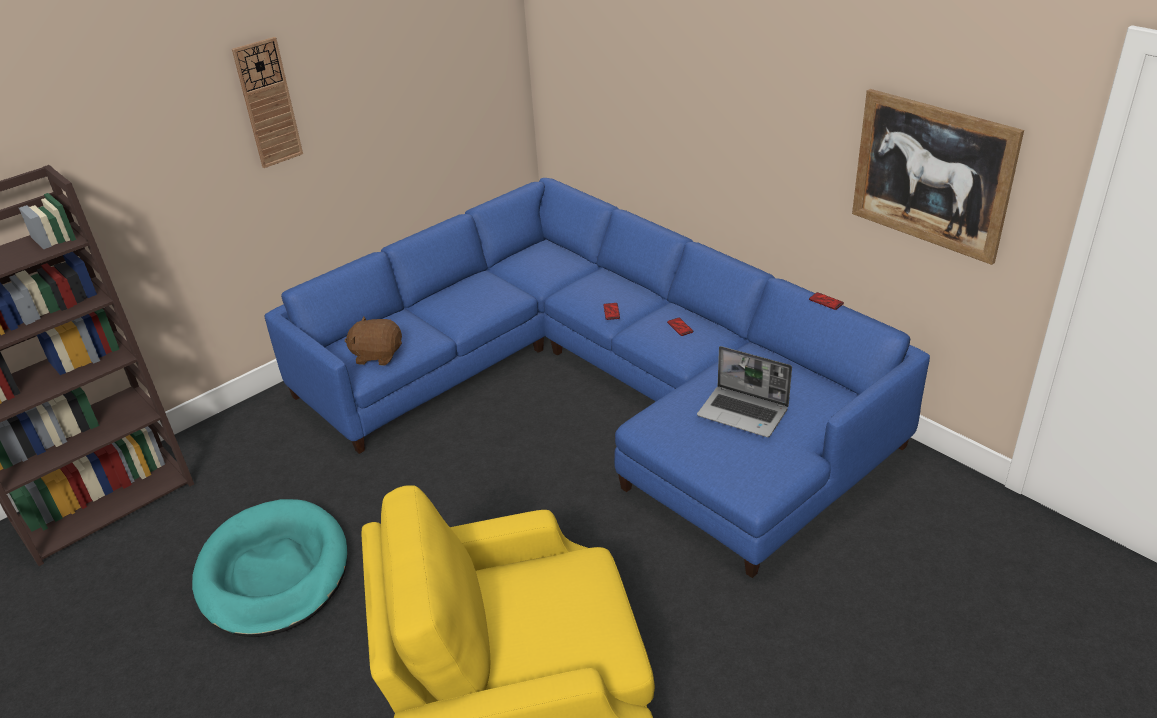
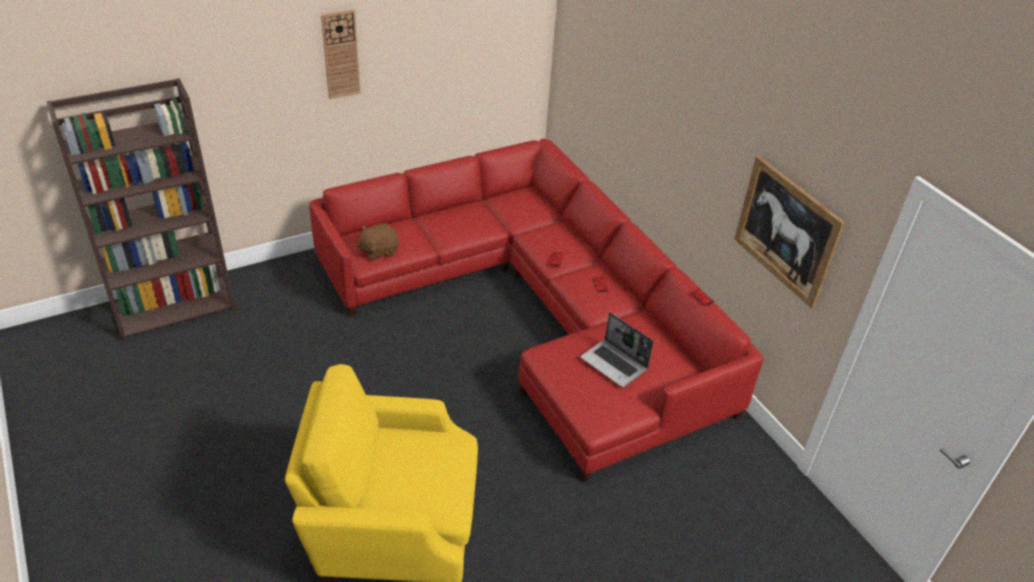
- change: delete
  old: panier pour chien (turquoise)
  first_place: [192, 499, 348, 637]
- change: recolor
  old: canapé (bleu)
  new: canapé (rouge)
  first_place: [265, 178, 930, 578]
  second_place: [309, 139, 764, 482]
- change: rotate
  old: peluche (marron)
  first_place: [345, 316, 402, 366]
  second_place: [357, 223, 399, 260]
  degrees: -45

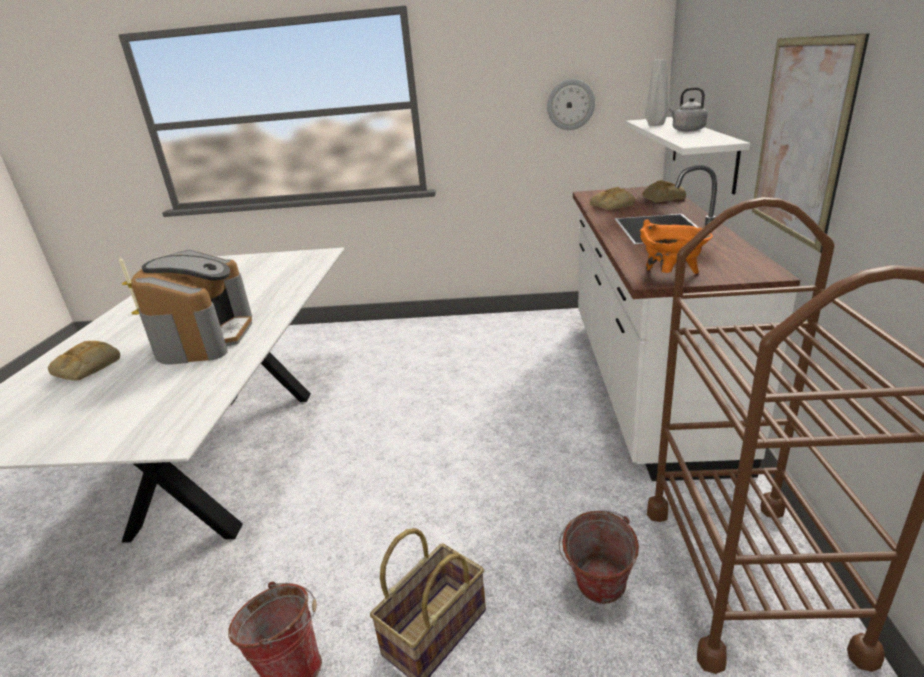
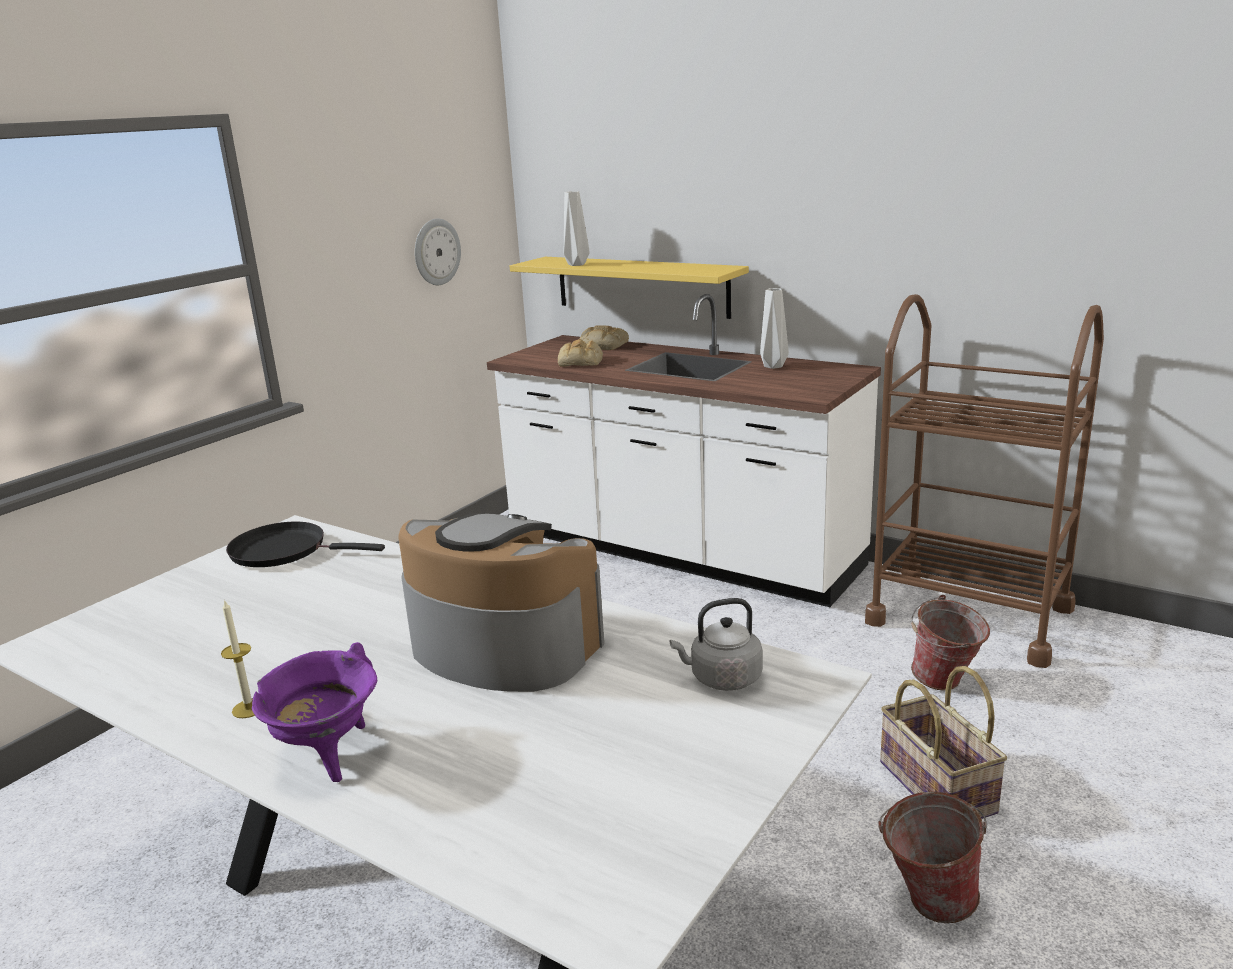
- change: delete
  old: pain
  first_place: [48, 341, 120, 380]
- change: delete
  old: marmite (orange)
  first_place: [640, 219, 713, 274]
- change: delete
  old: tableau
  first_place: [752, 33, 869, 253]
- change: insert
  new: poêle (noir)
  second_place: [226, 522, 385, 567]
- change: insert
  new: marmite (violet)
  second_place: [252, 642, 377, 782]
- change: insert
  new: vase (gris)
  second_place: [760, 288, 789, 369]
- change: move
  old: bouilloire (gris)
  first_place: [669, 87, 707, 132]
  second_place: [670, 598, 763, 691]
- change: recolor
  old: étagère (blanc)
  new: étagère (jaune)
  first_place: [626, 117, 750, 195]
  second_place: [510, 257, 749, 319]

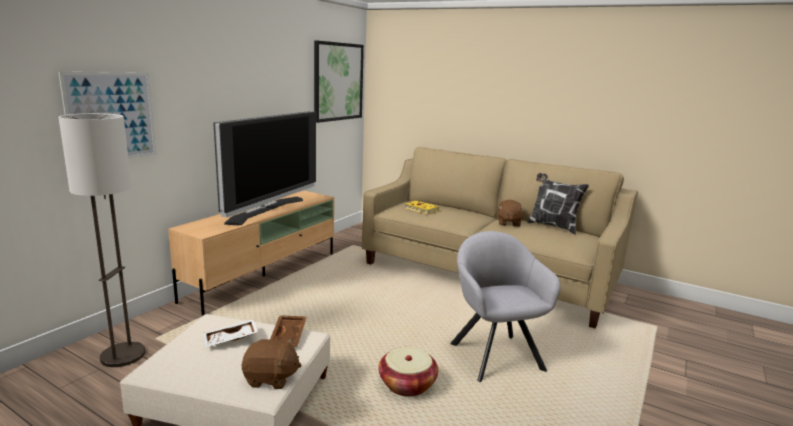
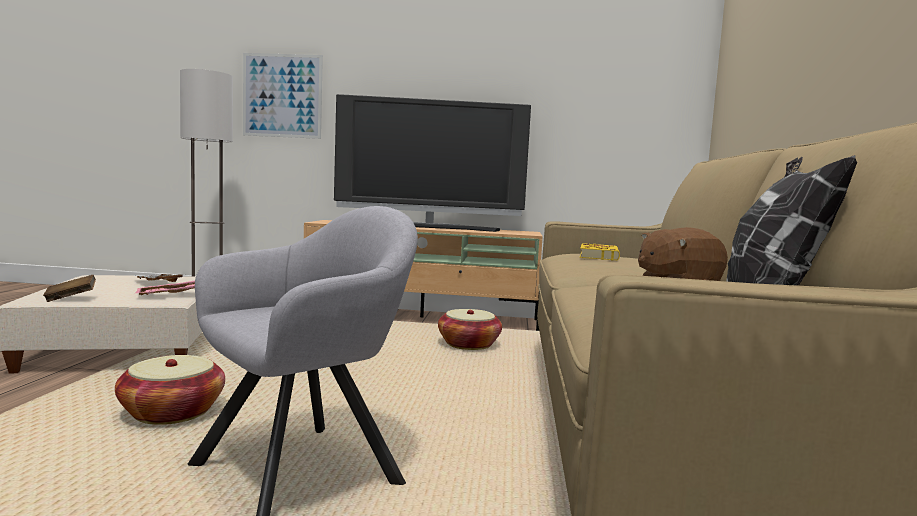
- change: delete
  old: tableau
  first_place: [314, 40, 364, 123]
- change: insert
  new: panier
  second_place: [438, 309, 502, 350]
- change: replace
  old: peluche (marron)
  new: livre (marron)
  first_place: [242, 339, 302, 389]
  second_place: [43, 275, 96, 302]
- change: recolor
  old: plateau (marron)
  new: plateau (rose)
  first_place: [270, 316, 307, 347]
  second_place: [136, 280, 195, 295]

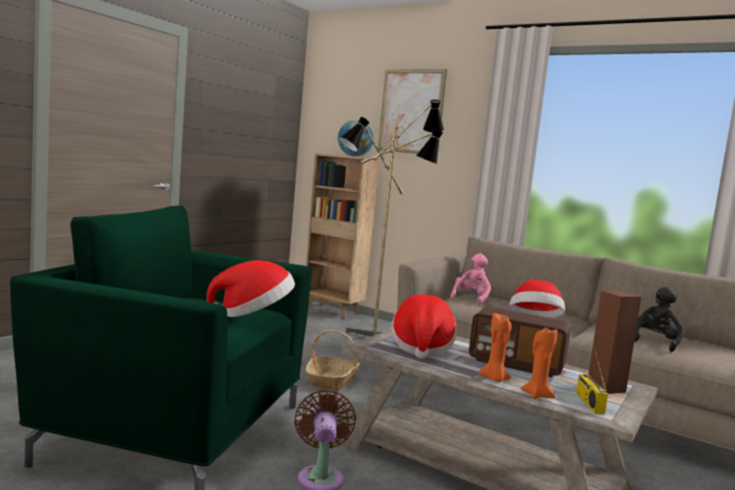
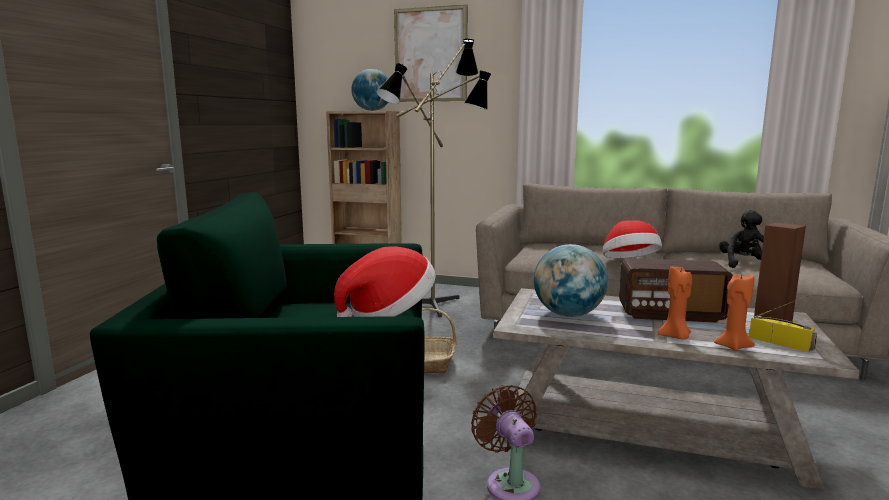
- change: delete
  old: peluche (rose)
  first_place: [450, 253, 491, 306]
- change: replace
  old: chapeau
  new: globe
  first_place: [391, 294, 457, 359]
  second_place: [534, 244, 608, 317]
- change: rotate
  old: radio
  first_place: [576, 348, 608, 414]
  second_place: [749, 296, 818, 352]
  degrees: 150

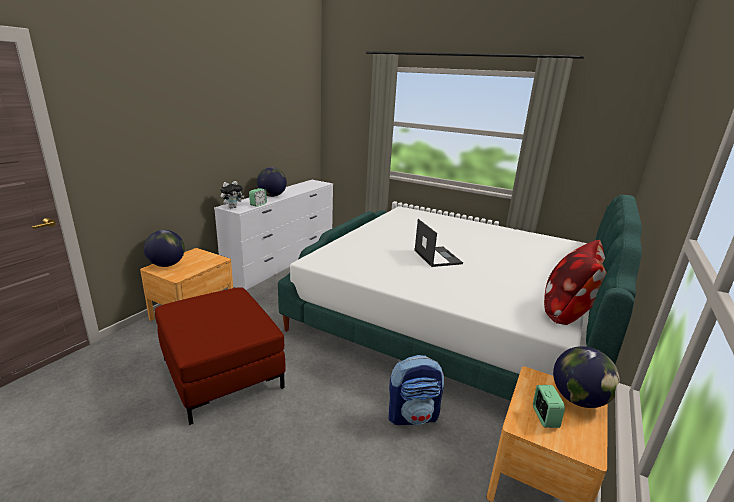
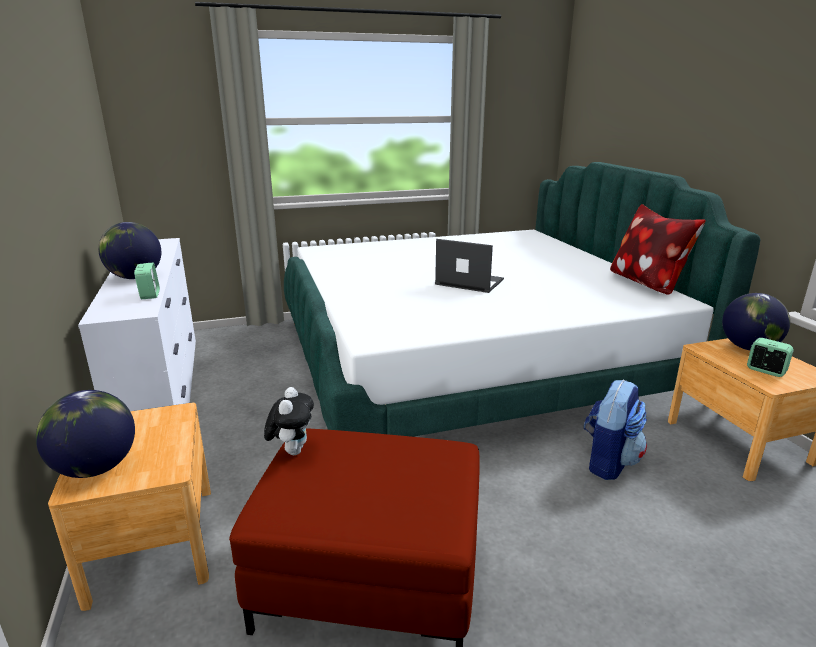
- change: move
  old: peluche
  first_place: [220, 181, 245, 208]
  second_place: [264, 387, 314, 455]

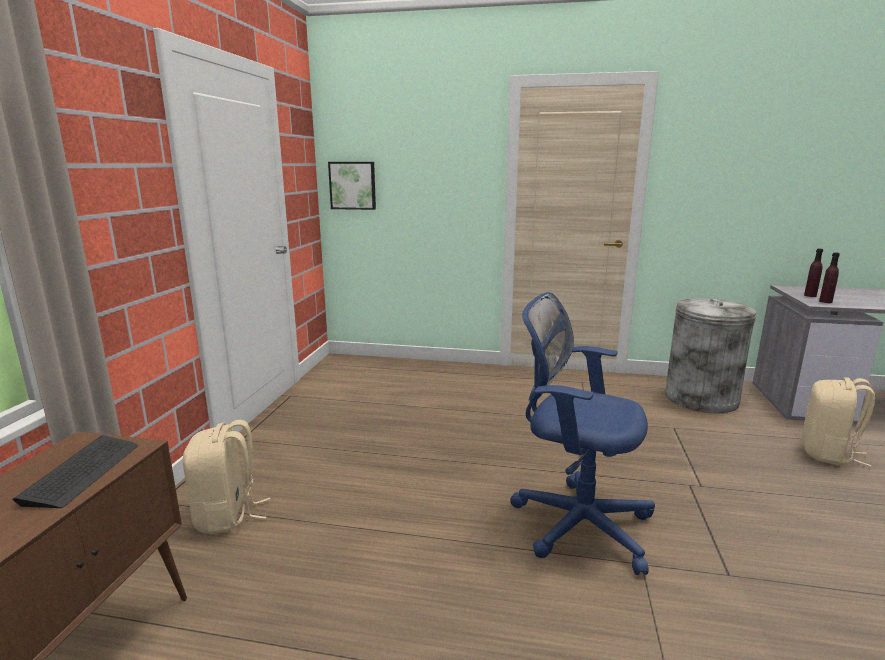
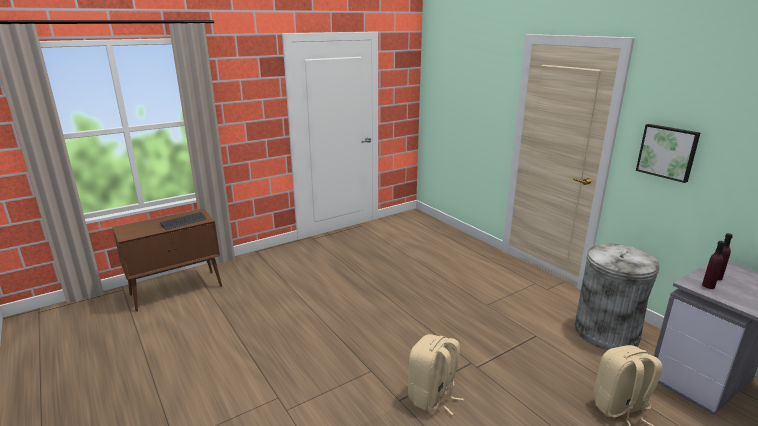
- change: delete
  old: chaise de bureau (bleu)
  first_place: [510, 292, 655, 575]
- change: move
  old: sac à dos (beige)
  first_place: [183, 420, 270, 534]
  second_place: [408, 334, 464, 415]
- change: move
  old: tableau
  first_place: [328, 162, 376, 210]
  second_place: [636, 124, 700, 183]

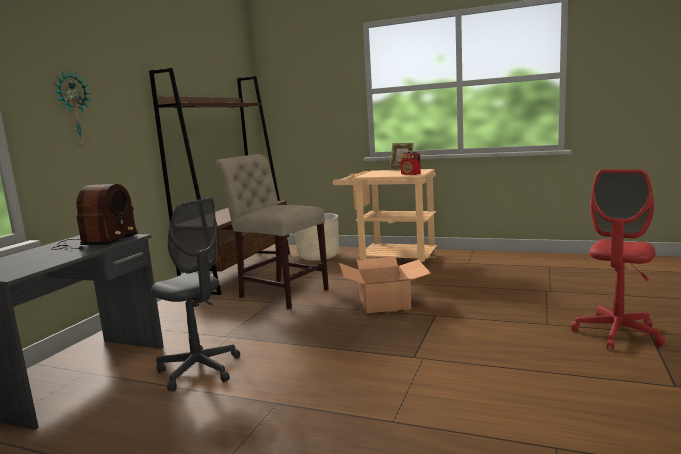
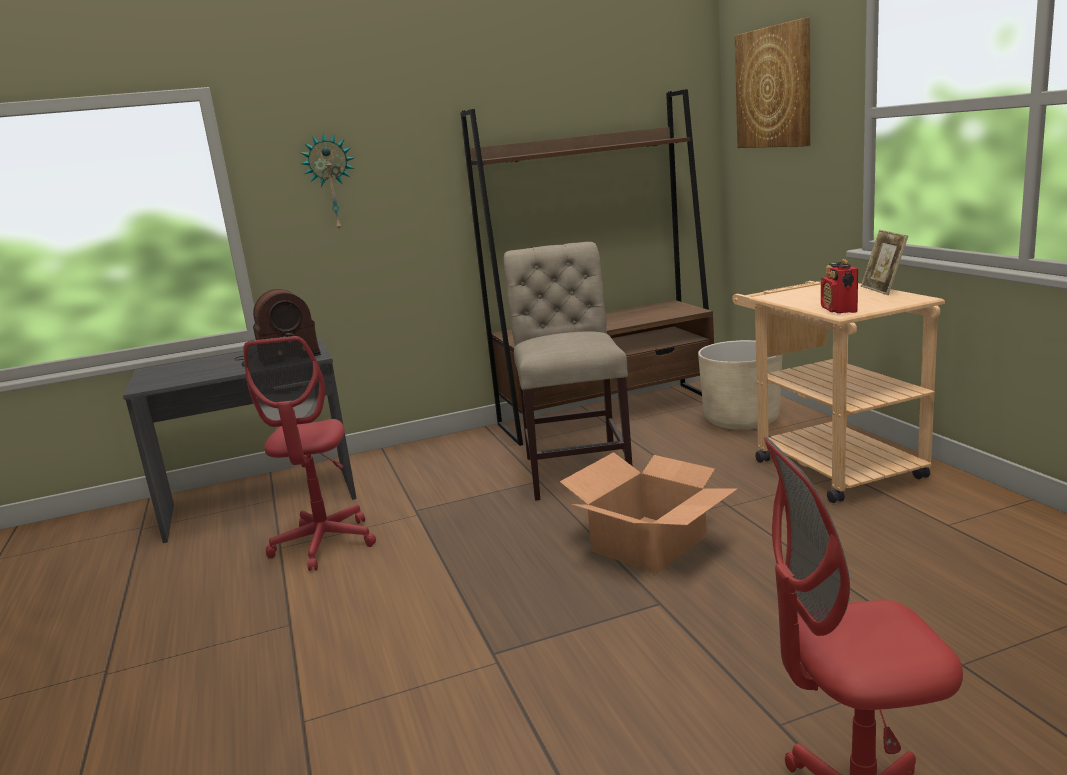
- change: insert
  new: tableau
  second_place: [735, 18, 810, 148]
- change: recolor
  old: chaise de bureau (gris)
  new: chaise de bureau (rouge)
  first_place: [151, 197, 240, 391]
  second_place: [243, 336, 376, 571]

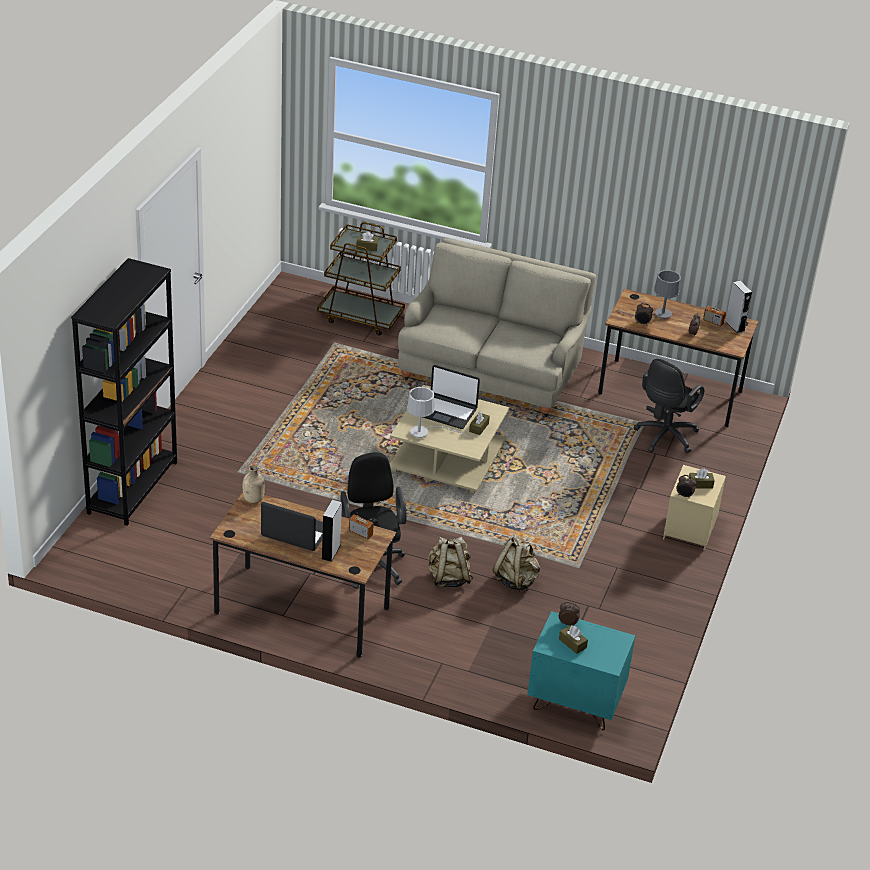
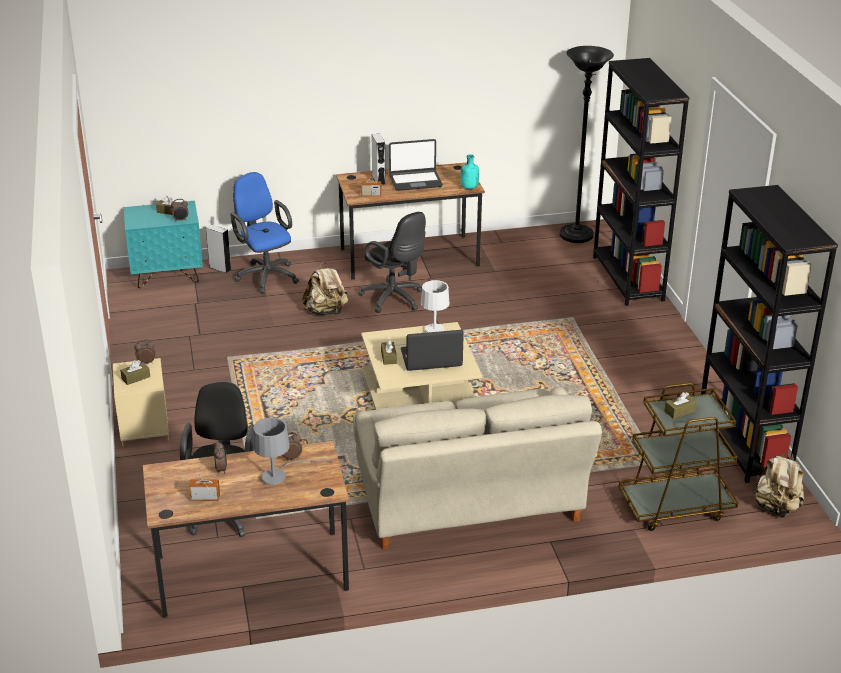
- change: insert
  new: chaise de bureau (bleu)
  second_place: [230, 172, 299, 294]
- change: insert
  new: lampadaire (noir)
  second_place: [560, 46, 614, 243]
- change: insert
  new: bibliothèque (noir)
  second_place: [701, 185, 838, 483]
- change: move
  old: sac à dos (beige)
  first_place: [493, 534, 540, 592]
  second_place: [752, 451, 804, 518]
- change: move
  old: enceinte (gris)
  first_place: [725, 281, 752, 333]
  second_place: [206, 225, 231, 273]
- change: recolor
  old: bouteille (beige)
  new: bouteille (turquoise)
  first_place: [243, 465, 265, 503]
  second_place: [461, 155, 479, 189]

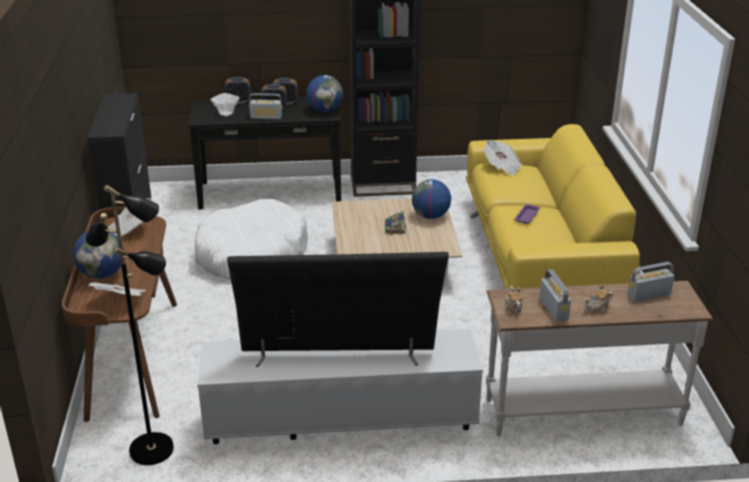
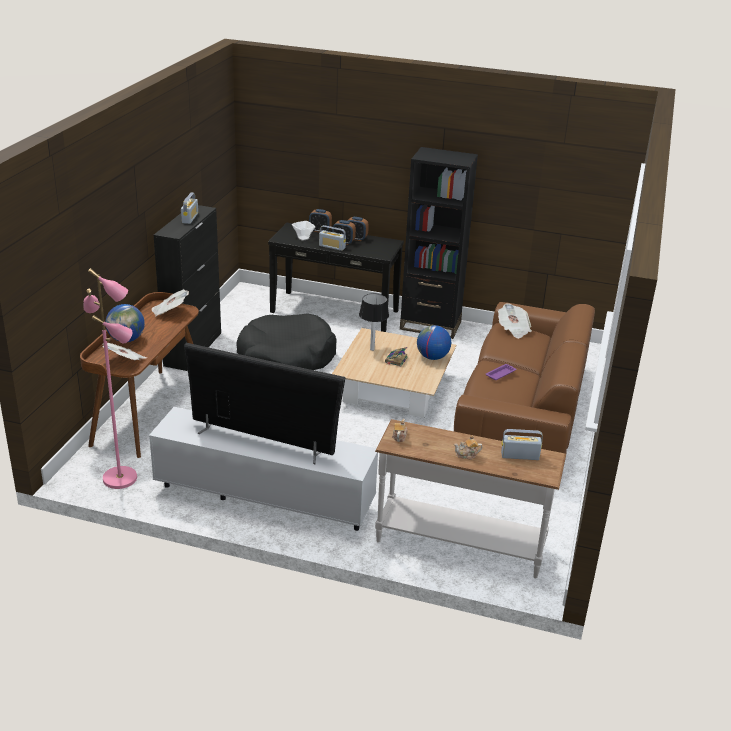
- change: delete
  old: globe
  first_place: [307, 75, 343, 112]
- change: insert
  new: lampe de table
  second_place: [359, 293, 389, 351]
- change: move
  old: radio
  first_place: [539, 269, 571, 321]
  second_place: [181, 193, 198, 224]
- change: recolor
  old: lampadaire (noir)
  new: lampadaire (rose)
  first_place: [85, 185, 174, 465]
  second_place: [84, 268, 137, 489]
- change: recolor
  old: panier pour chien (blanc)
  new: panier pour chien (noir)
  first_place: [195, 199, 308, 280]
  second_place: [236, 313, 337, 370]
- change: recolor
  old: canapé (jaune)
  new: canapé (marron)
  first_place: [466, 124, 640, 289]
  second_place: [454, 302, 595, 454]

